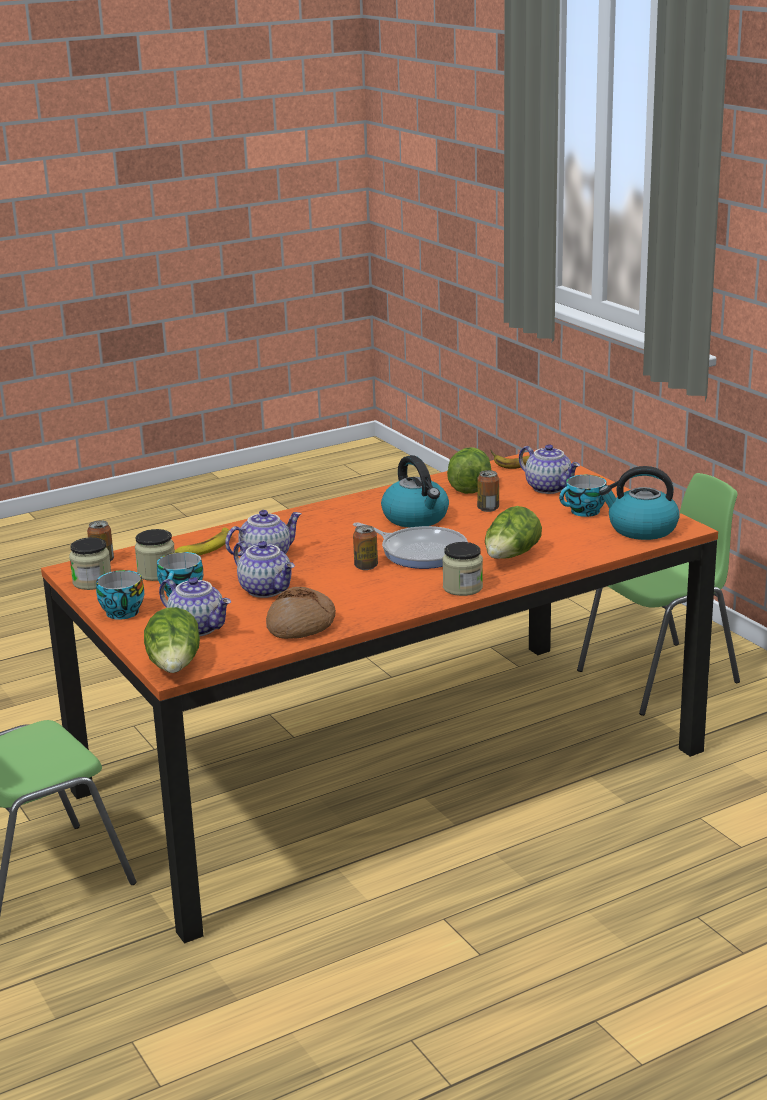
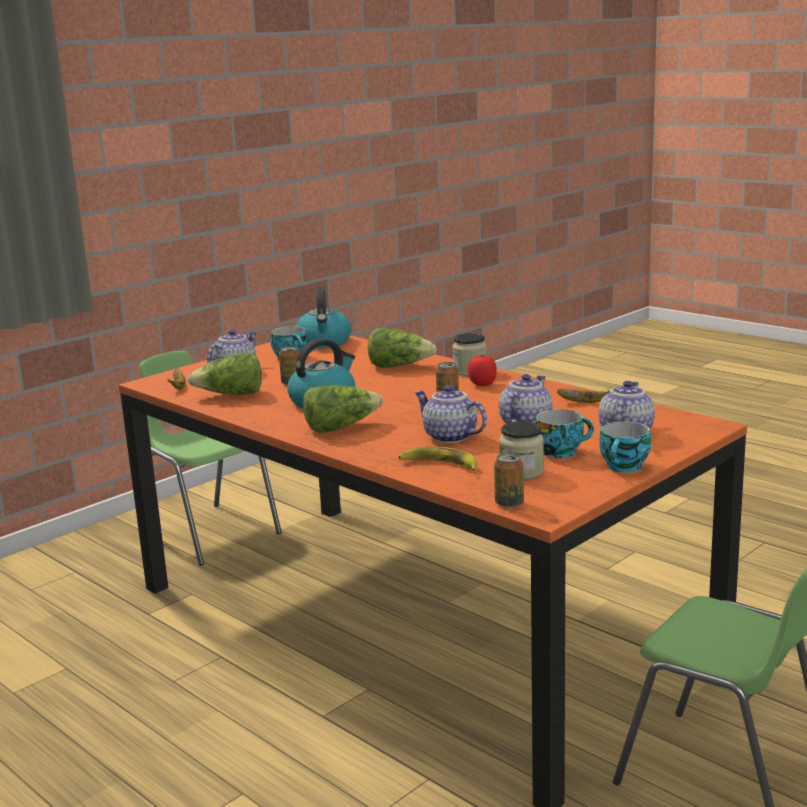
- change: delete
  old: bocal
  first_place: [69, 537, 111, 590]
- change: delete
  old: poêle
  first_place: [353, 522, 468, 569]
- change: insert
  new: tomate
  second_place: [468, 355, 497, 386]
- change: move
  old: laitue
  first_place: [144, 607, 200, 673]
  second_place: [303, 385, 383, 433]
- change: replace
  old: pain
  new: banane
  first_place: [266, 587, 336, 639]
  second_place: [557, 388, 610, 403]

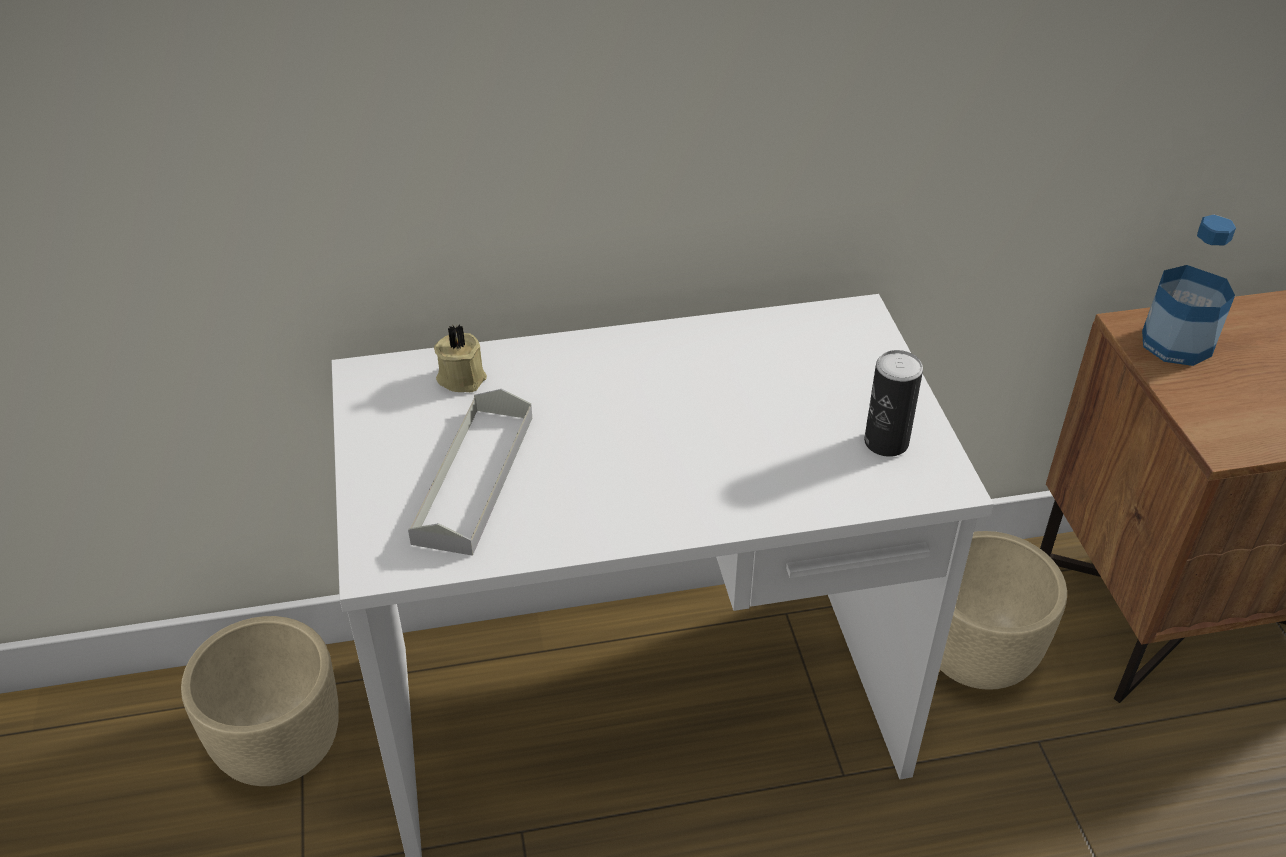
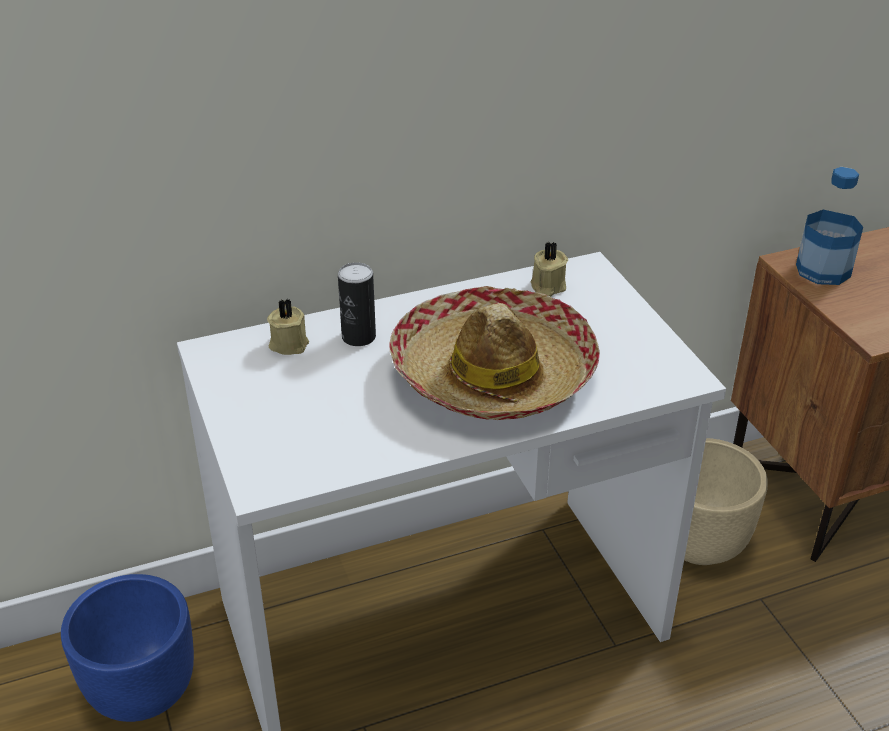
- change: delete
  old: plateau (gris)
  first_place: [408, 389, 532, 556]
- change: insert
  new: chapeau
  second_place: [389, 286, 600, 420]
- change: insert
  new: bougie (beige)
  second_place: [531, 242, 568, 297]
- change: move
  old: boîte métallique
  first_place: [864, 350, 923, 457]
  second_place: [338, 262, 376, 346]
- change: recolor
  old: cache-pot (beige)
  new: cache-pot (bleu)
  first_place: [181, 616, 339, 786]
  second_place: [61, 574, 194, 722]

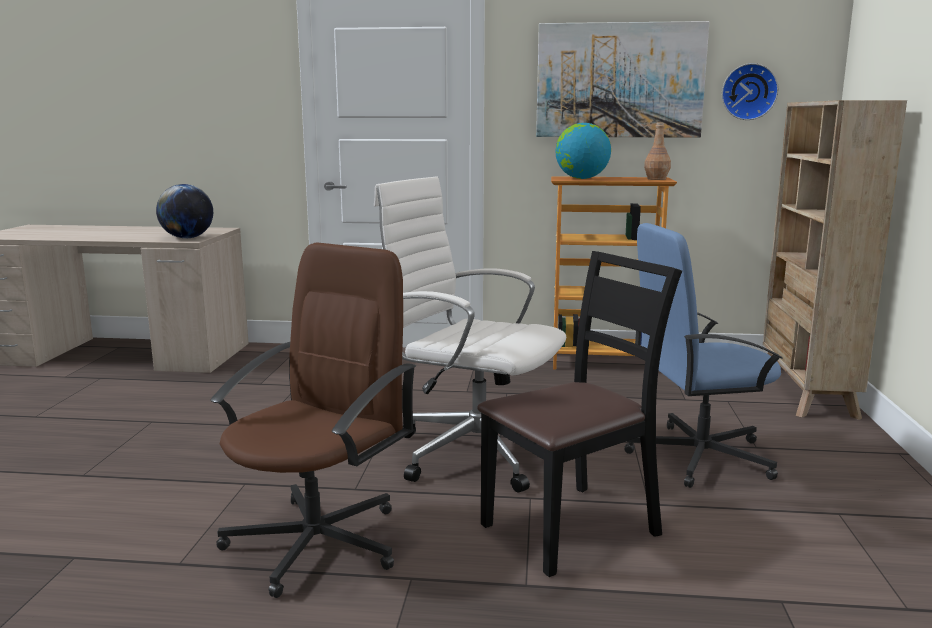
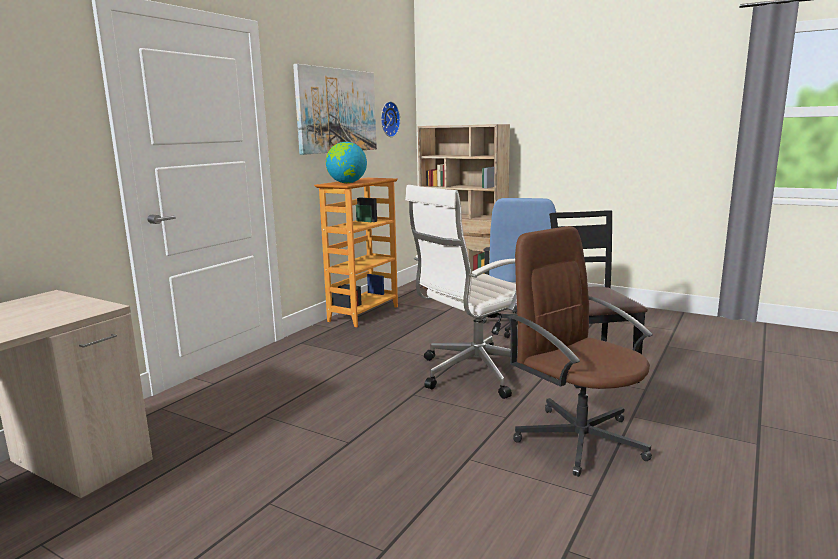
- change: delete
  old: globe
  first_place: [156, 184, 213, 238]
- change: delete
  old: bouteille (marron)
  first_place: [644, 123, 671, 180]

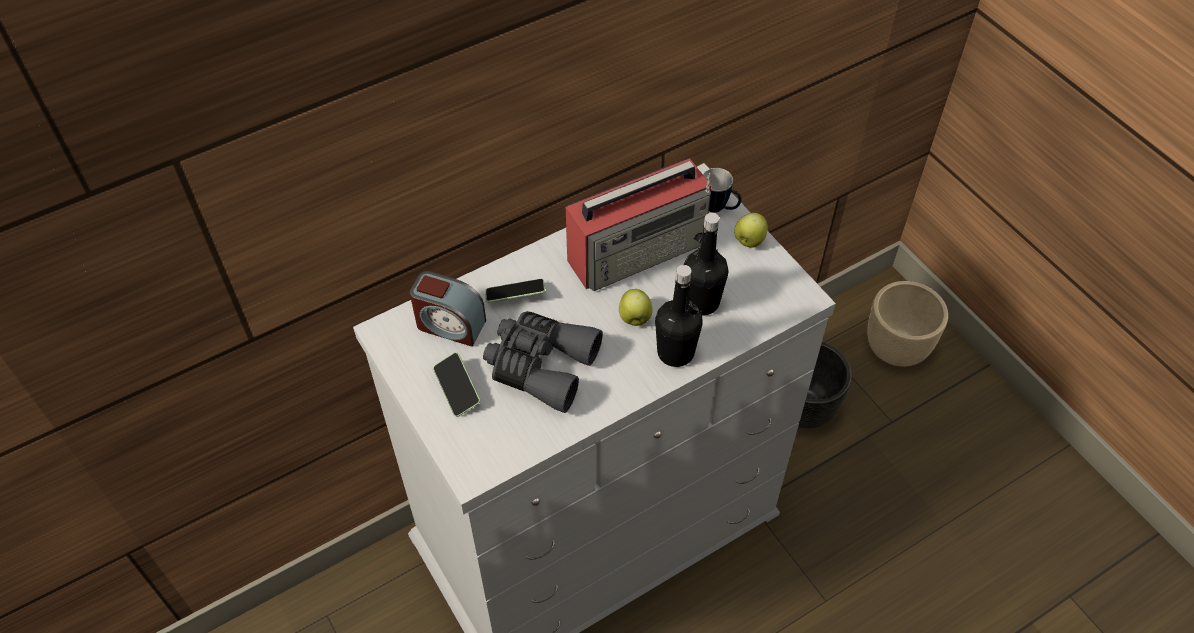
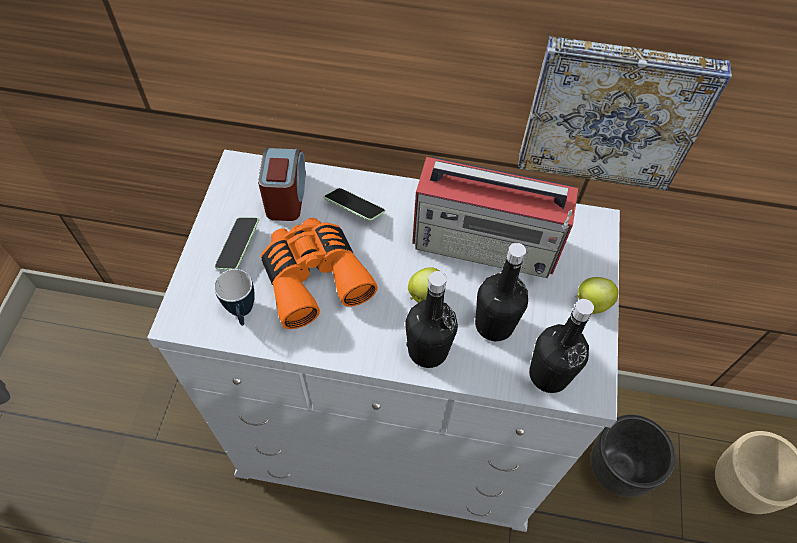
- change: insert
  new: tableau
  second_place: [518, 36, 732, 191]
- change: insert
  new: bouteille (noir)
  second_place: [529, 299, 594, 393]
- change: move
  old: mug
  first_place: [703, 168, 741, 213]
  second_place: [214, 269, 255, 326]
- change: recolor
  old: jumelles (gris)
  new: jumelles (orange)
  first_place: [483, 311, 603, 413]
  second_place: [261, 218, 378, 329]
- change: rotate
  old: réveil
  first_place: [410, 271, 486, 347]
  second_place: [258, 148, 306, 221]
  degrees: -150

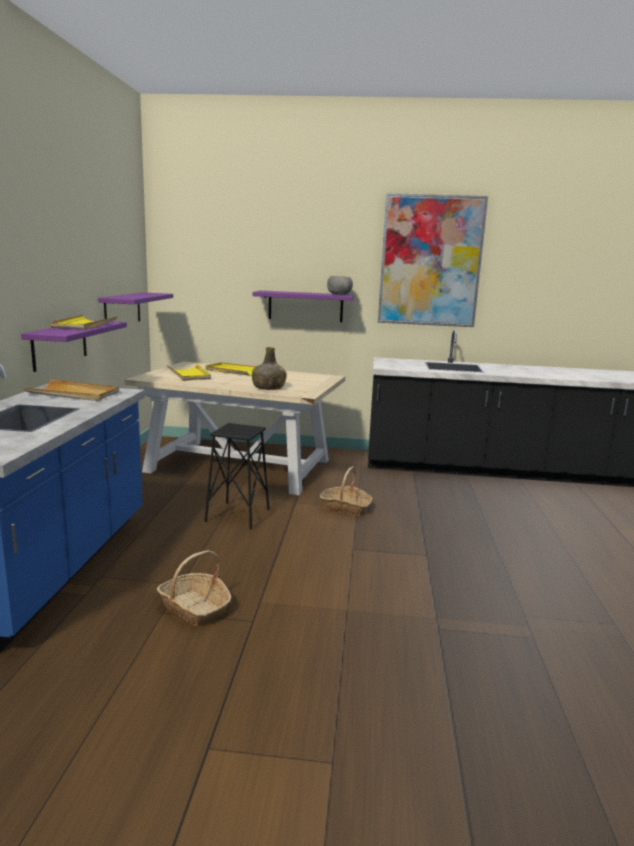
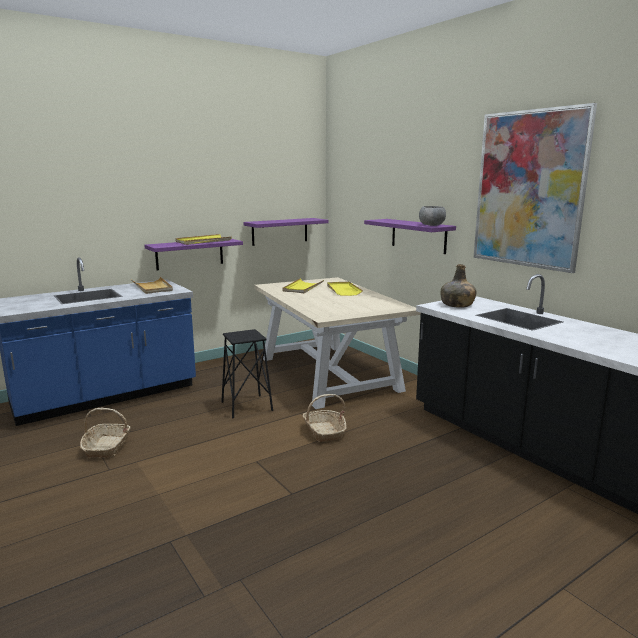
- change: move
  old: bouteille (vert)
  first_place: [252, 347, 287, 390]
  second_place: [440, 264, 476, 308]

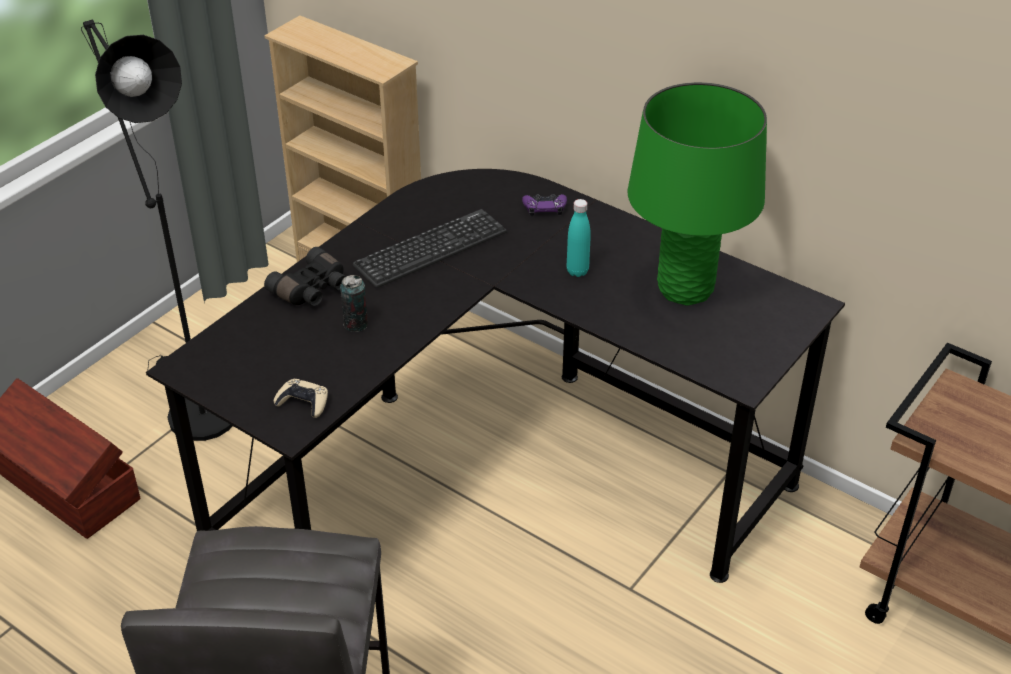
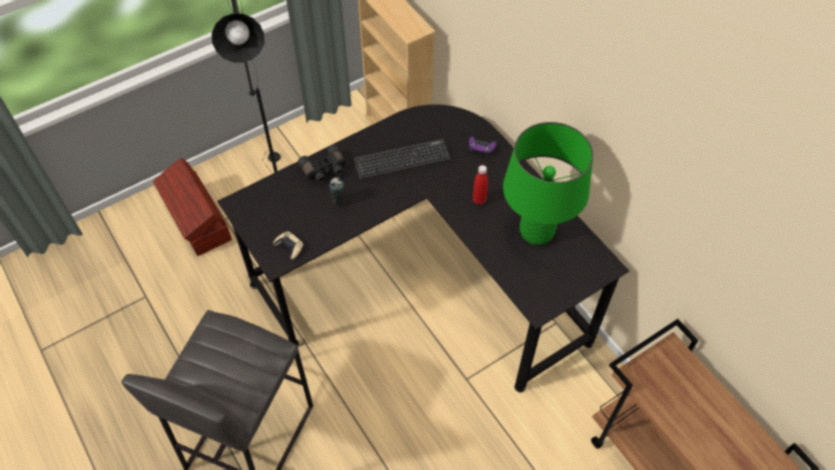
- change: recolor
  old: bouteille (turquoise)
  new: bouteille (rouge)
  first_place: [567, 199, 591, 277]
  second_place: [473, 165, 488, 205]

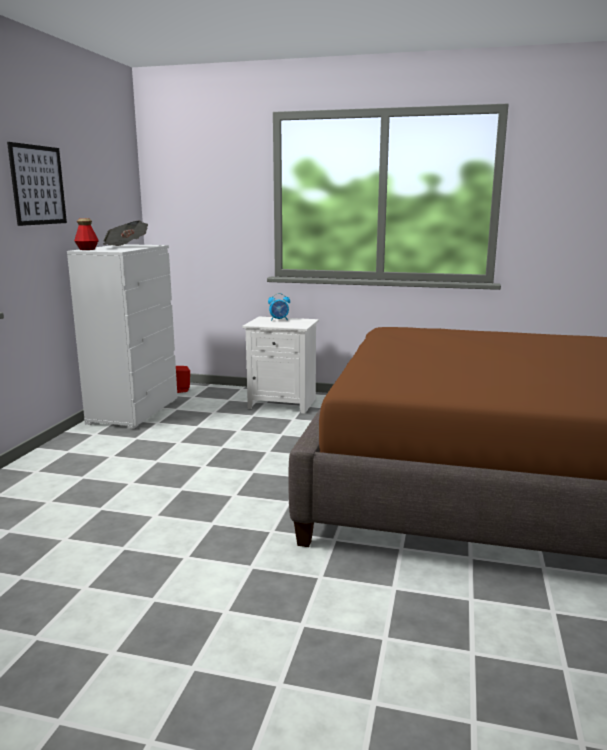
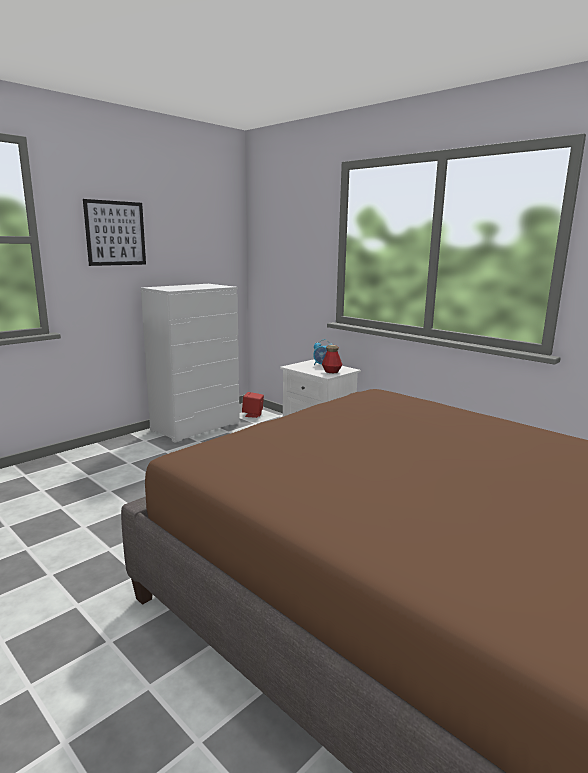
- change: delete
  old: journal
  first_place: [103, 221, 148, 246]
- change: move
  old: bouteille
  first_place: [74, 218, 99, 250]
  second_place: [322, 344, 342, 373]

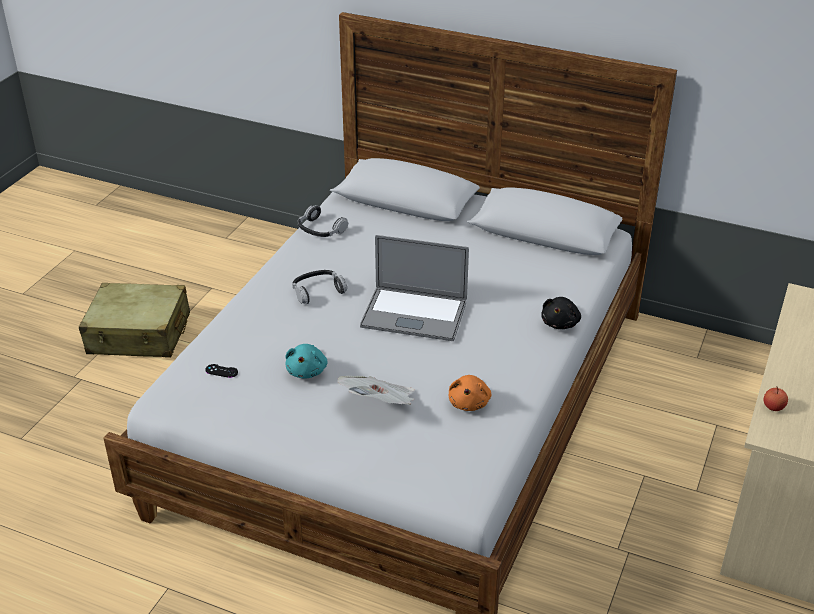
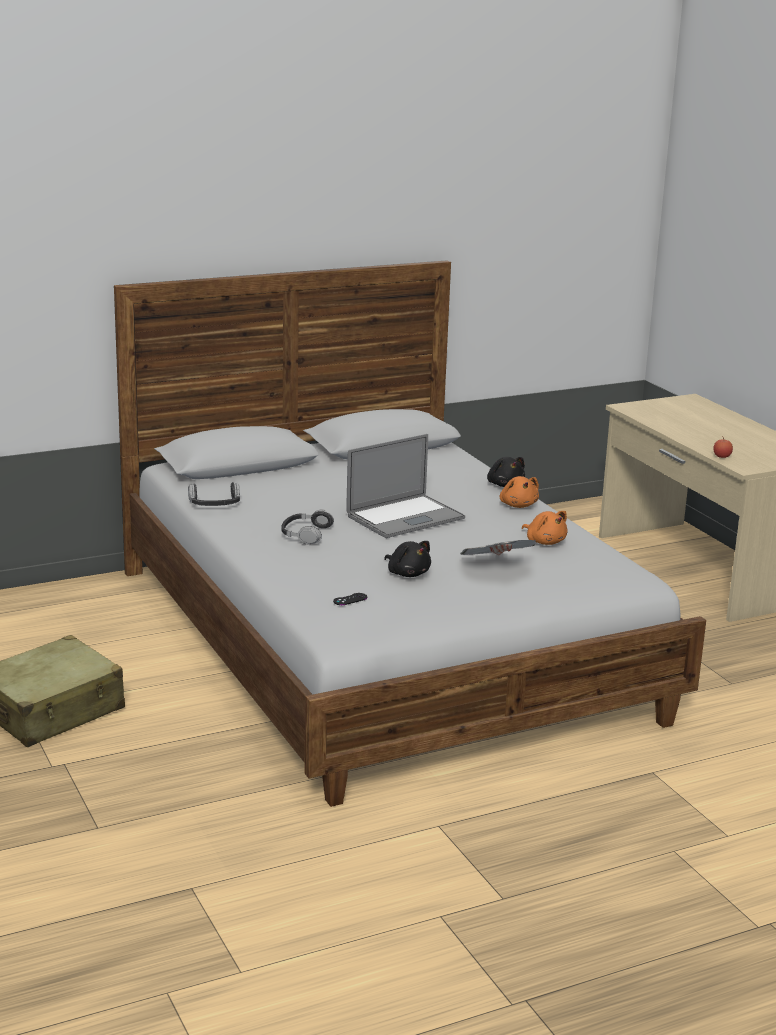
- change: insert
  new: peluche (orange)
  second_place: [500, 476, 539, 508]
- change: recolor
  old: peluche (turquoise)
  new: peluche (noir)
  first_place: [285, 344, 328, 379]
  second_place: [384, 541, 431, 577]

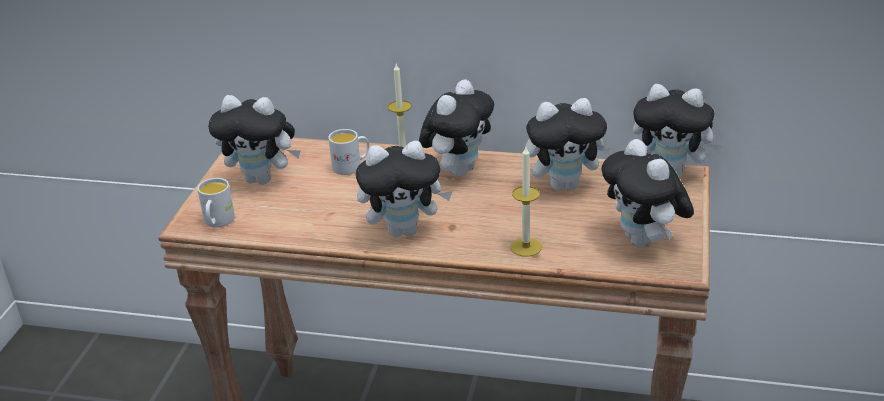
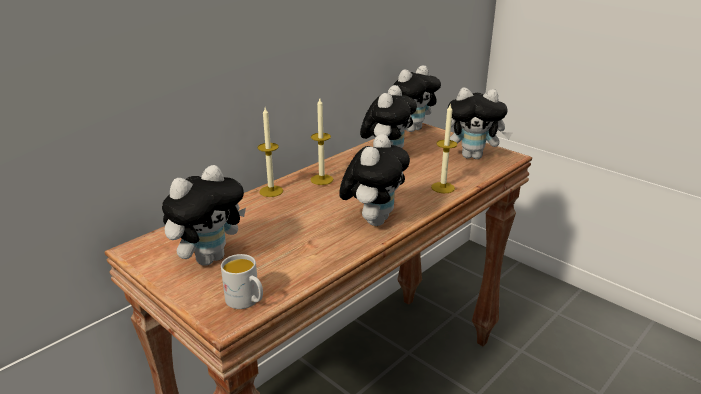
- change: delete
  old: mug (blanc)
  first_place: [328, 129, 369, 175]
- change: replace
  old: peluche
  new: bougie
  first_place: [419, 80, 494, 177]
  second_place: [311, 98, 333, 185]

